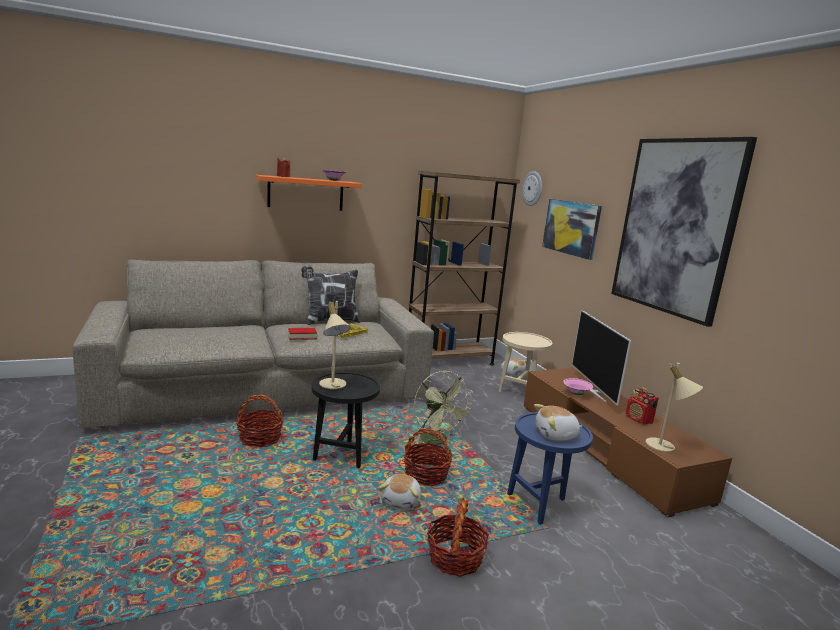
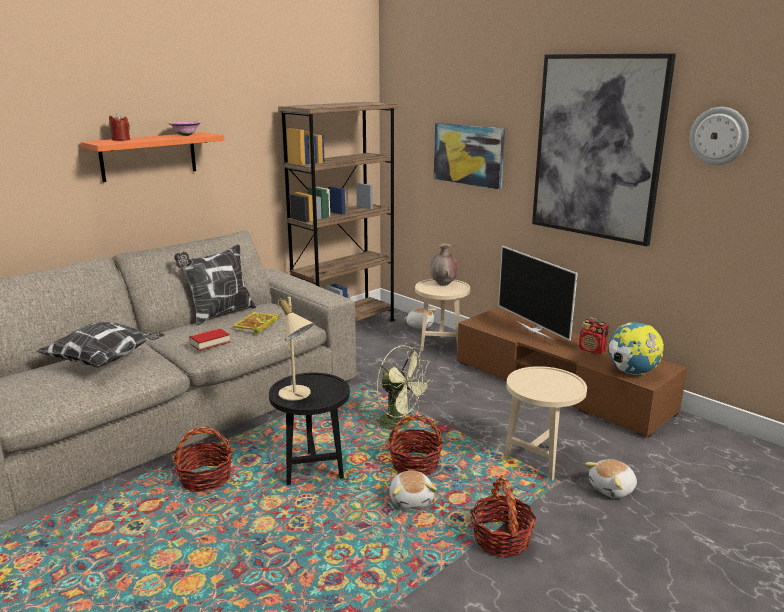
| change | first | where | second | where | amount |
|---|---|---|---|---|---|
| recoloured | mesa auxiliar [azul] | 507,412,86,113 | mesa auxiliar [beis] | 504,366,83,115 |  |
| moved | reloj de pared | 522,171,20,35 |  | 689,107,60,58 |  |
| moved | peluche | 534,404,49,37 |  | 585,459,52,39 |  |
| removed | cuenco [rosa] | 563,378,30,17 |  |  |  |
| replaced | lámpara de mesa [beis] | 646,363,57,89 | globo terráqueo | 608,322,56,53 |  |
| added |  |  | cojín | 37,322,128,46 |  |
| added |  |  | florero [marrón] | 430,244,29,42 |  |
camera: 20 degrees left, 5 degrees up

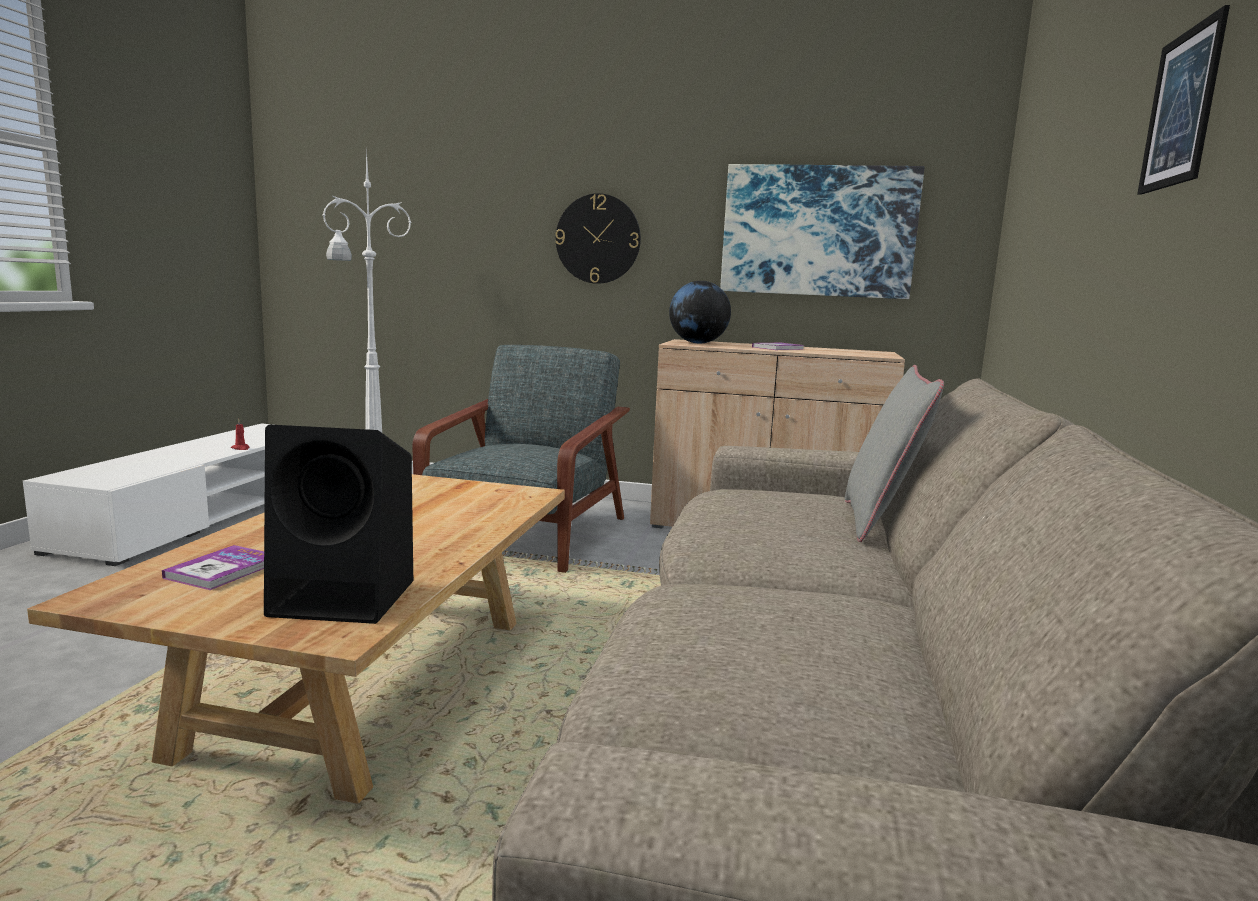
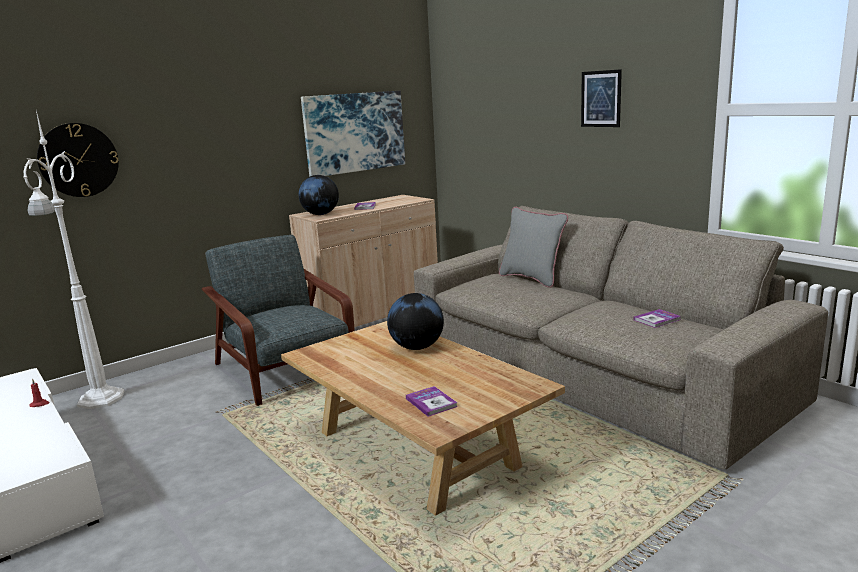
| change | first | where | second | where | amount |
|---|---|---|---|---|---|
| removed | altavoz [negro] | 264,425,149,199 |  |  |  |
| moved | reloj de pared | 555,193,86,91 |  | 37,123,82,74 |  |
| added |  |  | globo terráqueo | 387,293,57,57 |  |
| added |  |  | libro | 633,309,48,19 |  |
camera: 50 degrees left, 5 degrees up

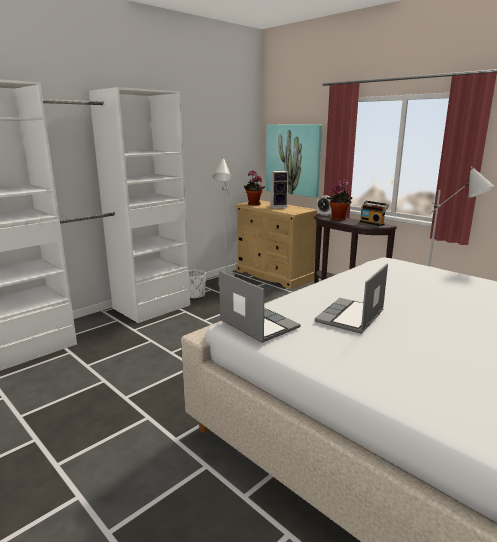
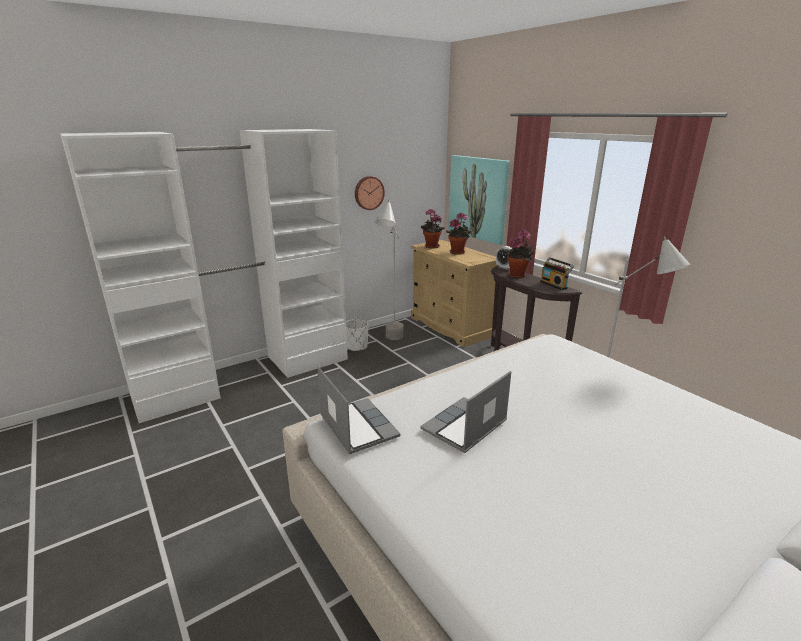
| change | first | where | second | where | amount |
|---|---|---|---|---|---|
| replaced | altavoz | 270,171,18,38 | planta en maceta | 446,213,25,42 |  |
| added |  |  | reloj de pared | 355,176,30,34 |  |
camera: 10 degrees right, 5 degrees up

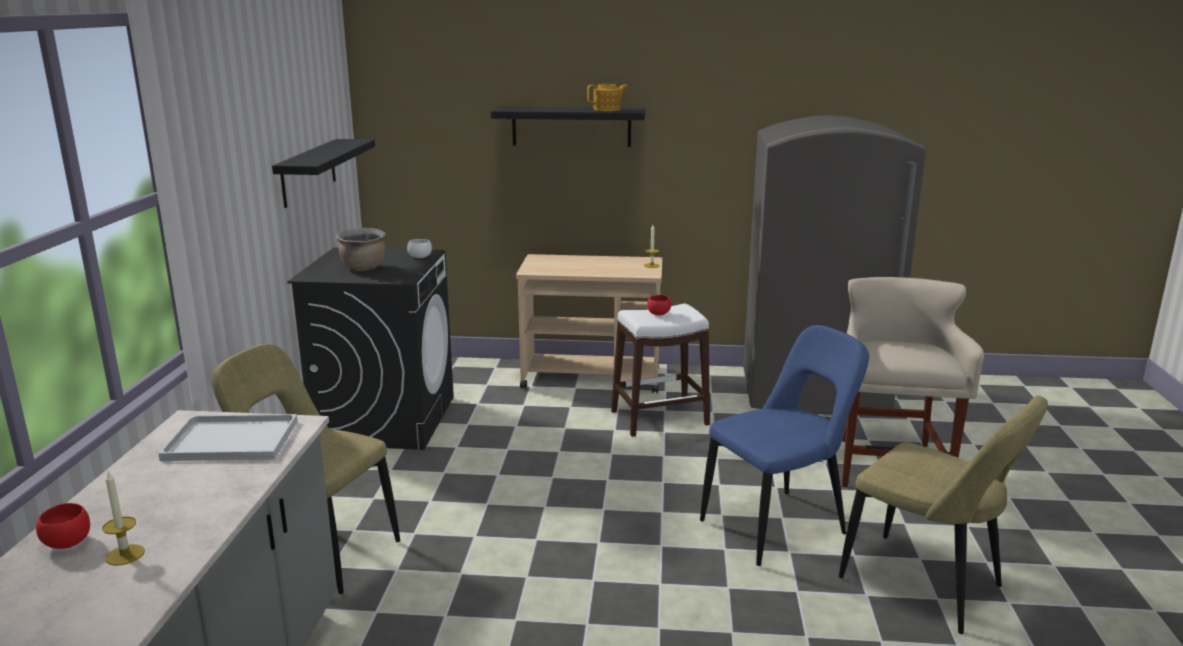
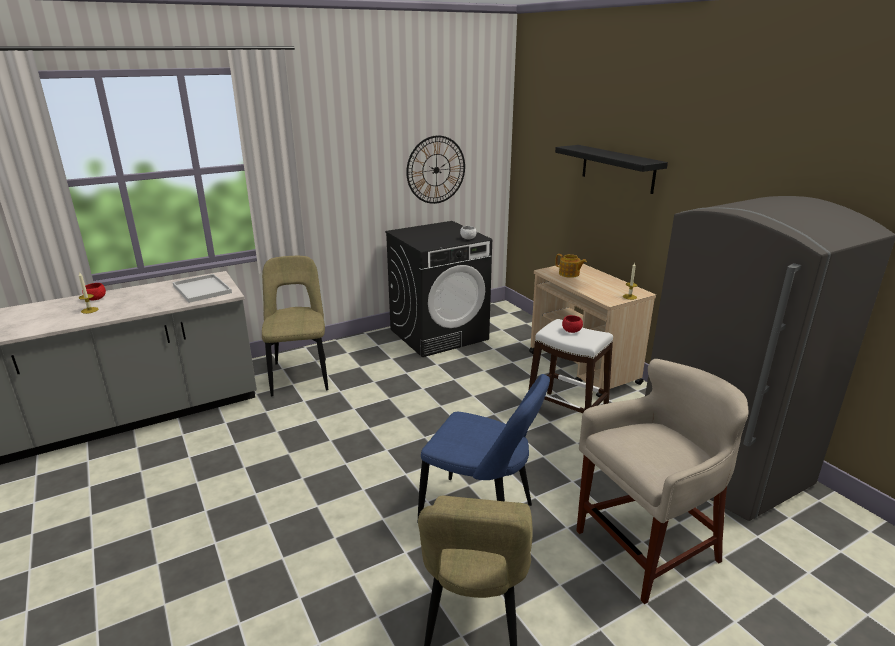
| change | first | where | second | where | amount |
|---|---|---|---|---|---|
| replaced | estante [negro] | 272,139,103,69 | reloj de pared | 406,135,59,69 |  |
| removed | olla [marrón] | 336,228,50,43 |  |  |  |
| moved | tetera | 587,84,41,27 |  | 555,254,32,24 |  |
camera: 55 degrees right, 5 degrees up

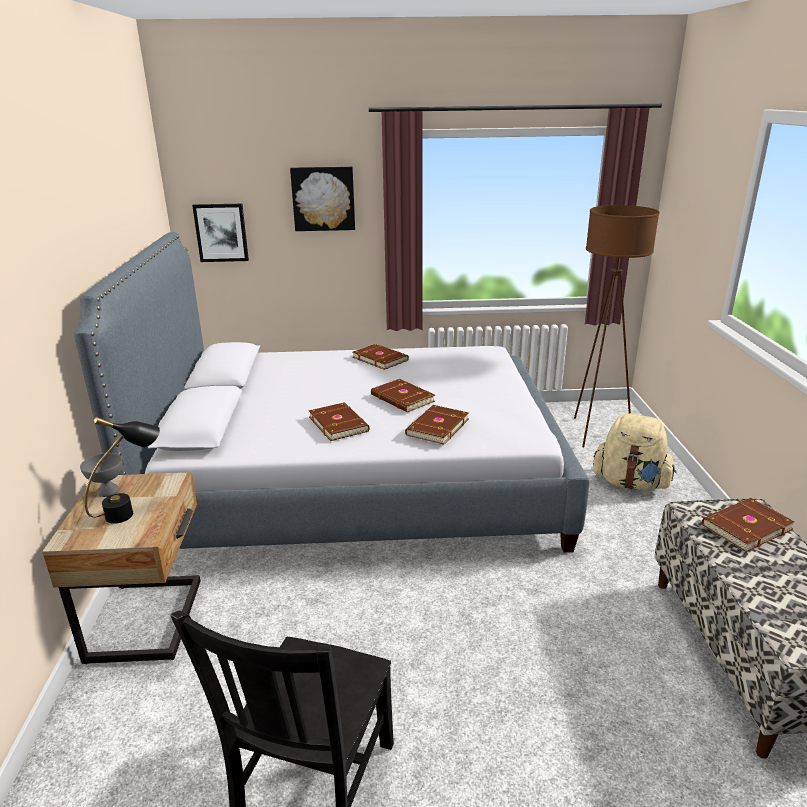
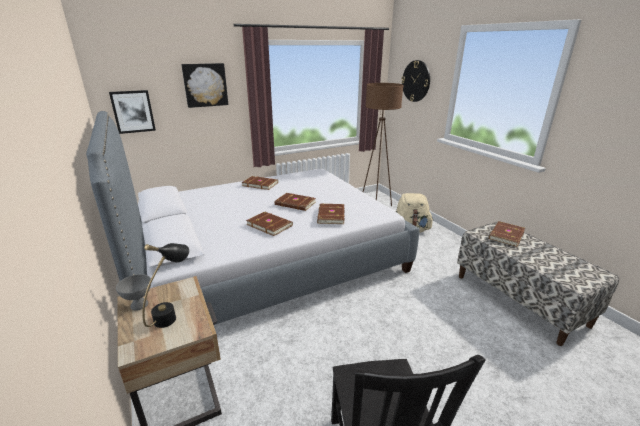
| change | first | where | second | where | amount |
|---|---|---|---|---|---|
| added |  |  | reloj de pared | 401,60,29,42 |  |
camera: 25 degrees left, 0 degrees up

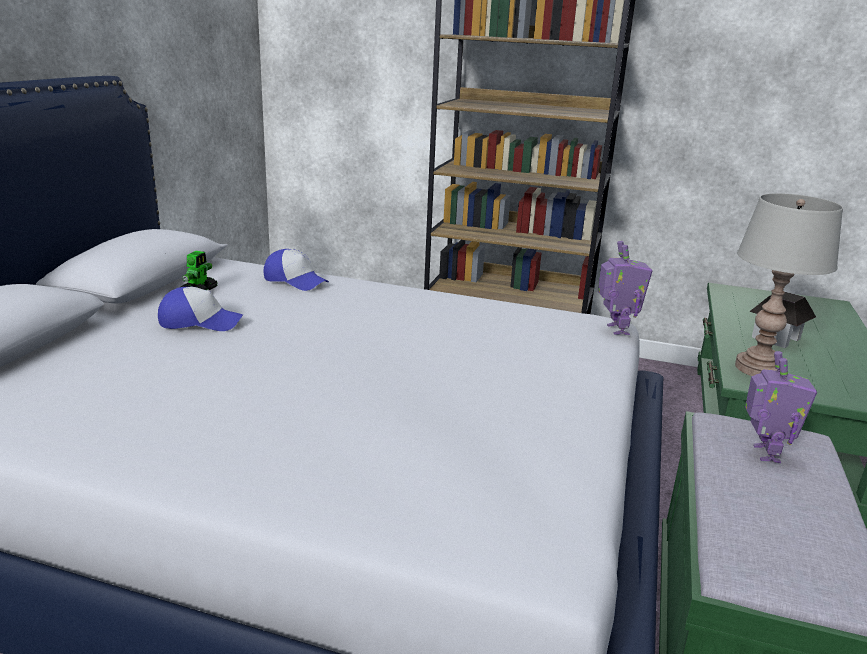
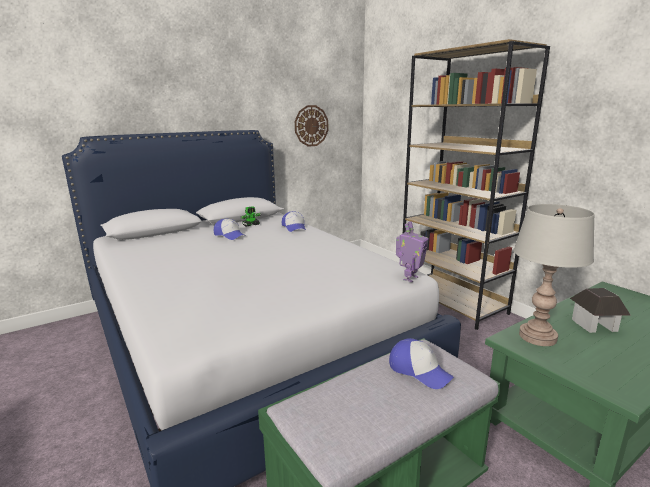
| change | first | where | second | where | amount |
|---|---|---|---|---|---|
| replaced | robot de juguete | 745,351,72,112 | gorra | 389,338,65,51 |  |
| added |  |  | reloj de pared | 295,105,33,42 |  |
camera: 40 degrees right, 5 degrees down

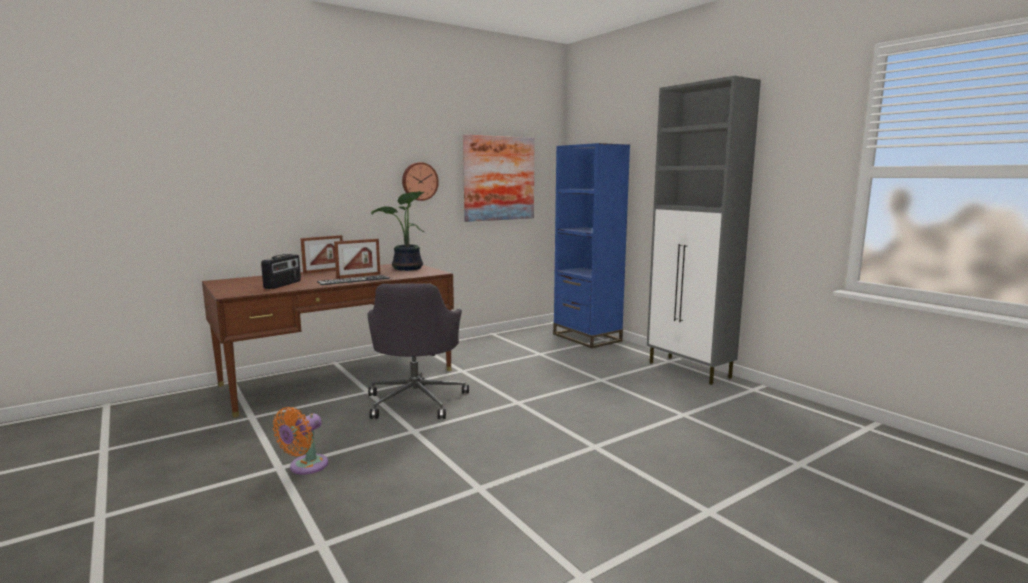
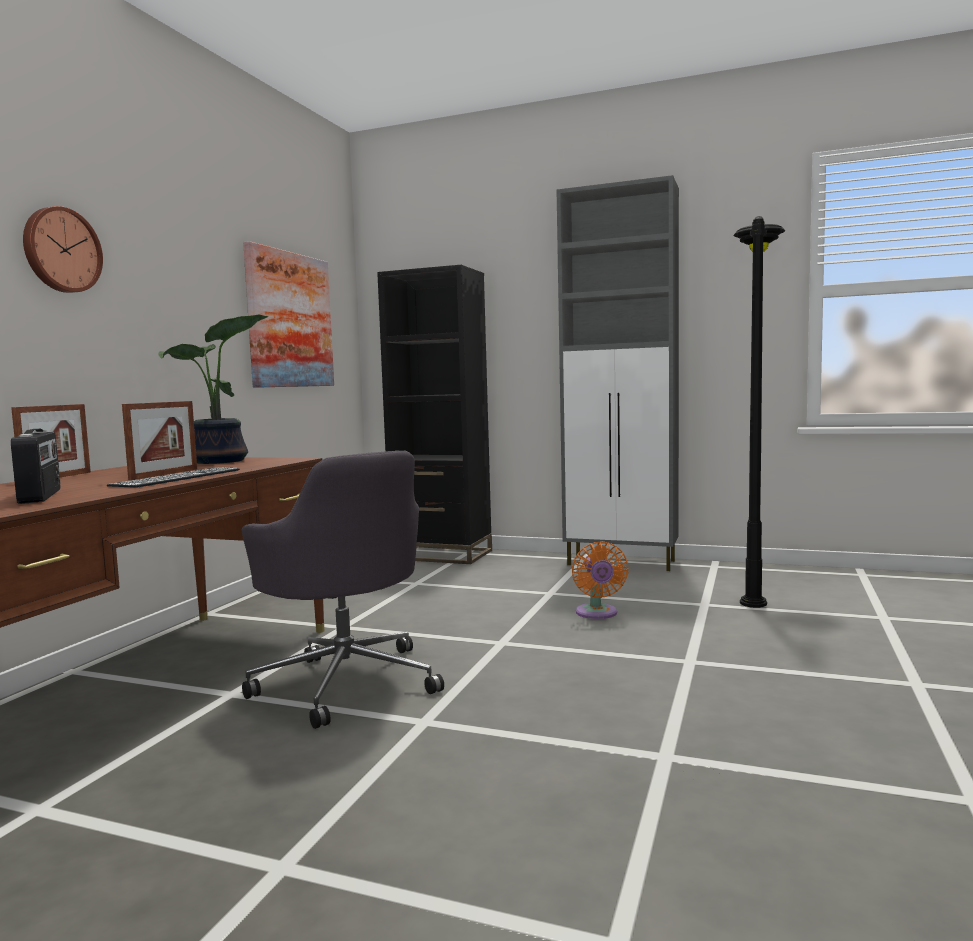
| change | first | where | second | where | amount |
|---|---|---|---|---|---|
| moved | ventilador [naranja] | 273,407,55,68 |  | 572,541,57,78 |  |
| moved | reloj de pared | 402,162,37,39 |  | 23,206,80,87 |  |
| recoloured | estantería [azul] | 553,143,77,205 | estantería [negro] | 377,265,115,299 |  |
| added |  |  | lámpara de pie [negro] | 733,216,52,392 |  |
camera: 35 degrees left, 5 degrees down

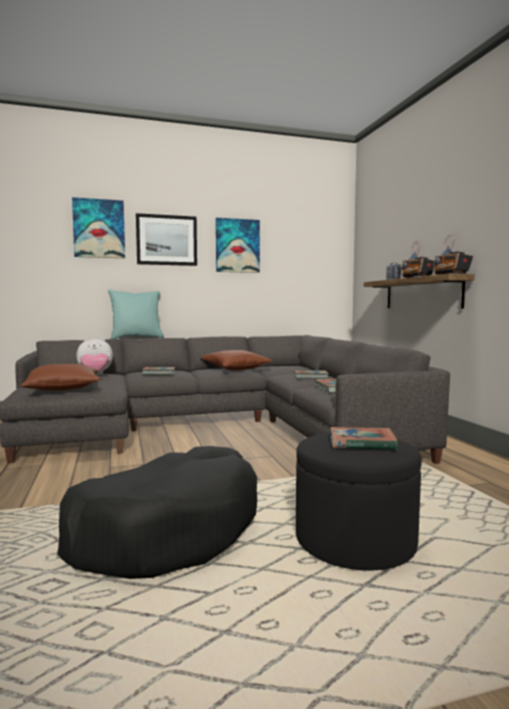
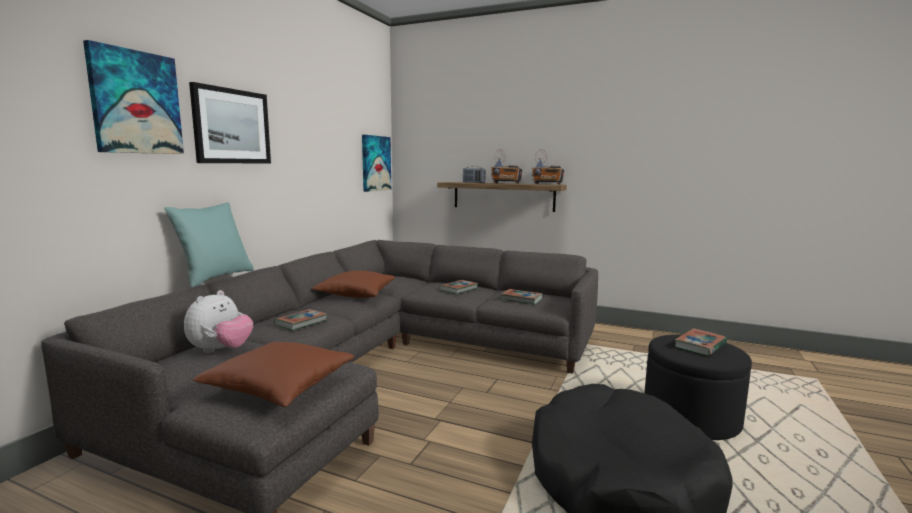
| change | first | where | second | where | amount |
|---|---|---|---|---|---|
| moved | cuadro | 216,218,44,55 |  | 362,135,29,57 |  |
camera: 50 degrees left, 5 degrees up

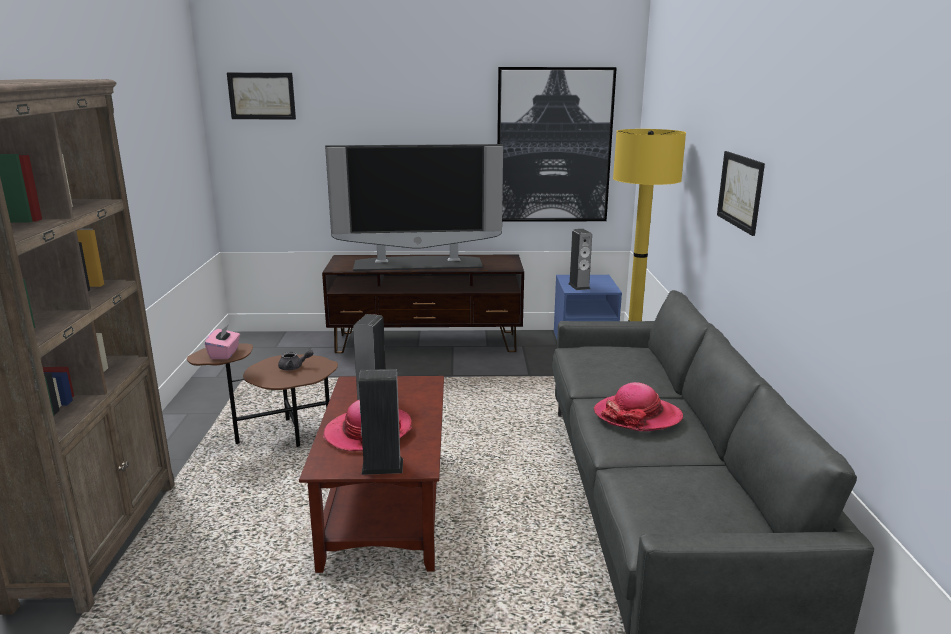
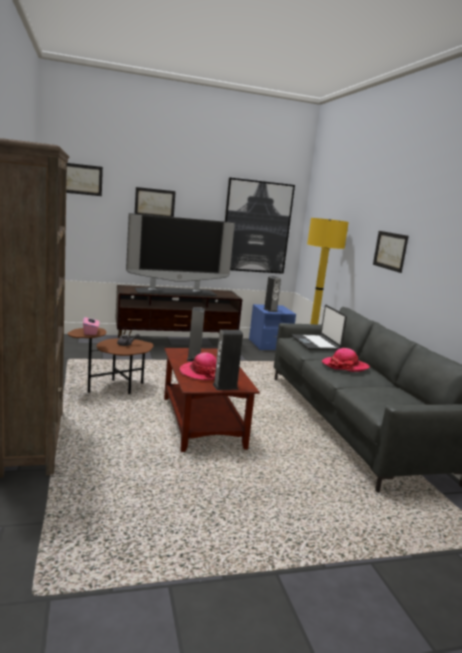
| change | first | where | second | where | amount |
|---|---|---|---|---|---|
| added |  |  | cuadro | 135,187,41,30 |  |
| added |  |  | portátil | 292,305,55,45 |  |
camera: 15 degrees left, 5 degrees down

